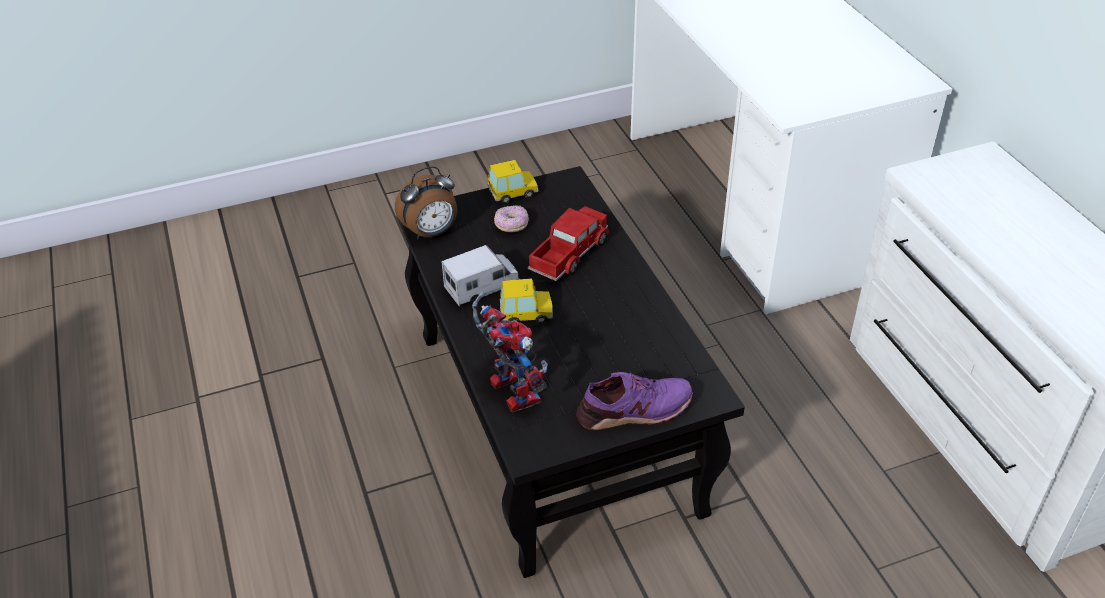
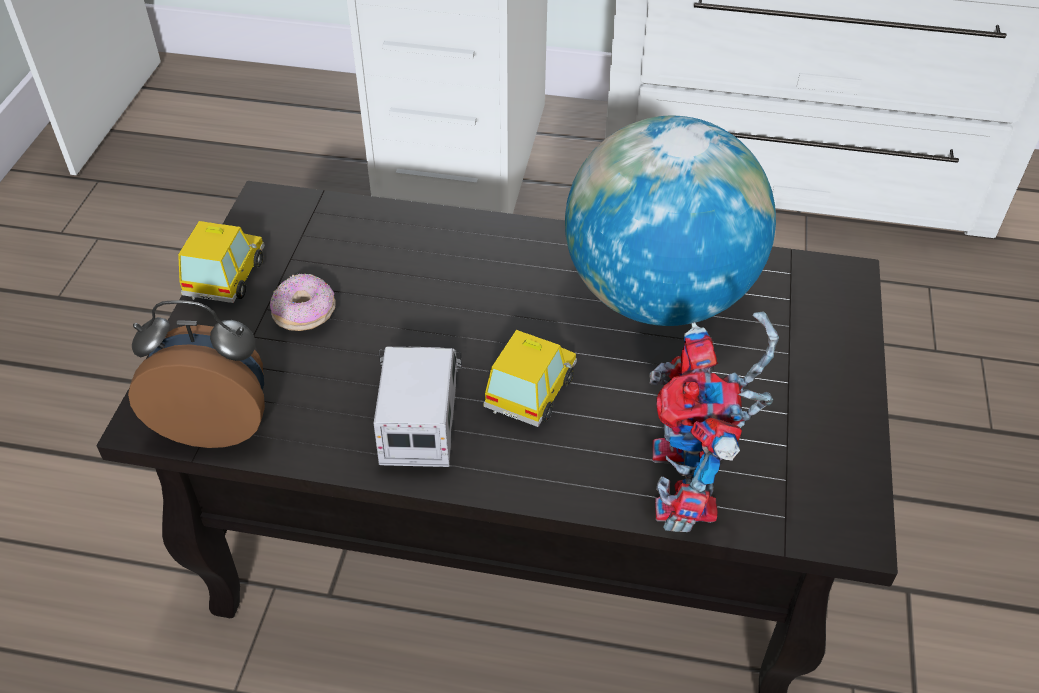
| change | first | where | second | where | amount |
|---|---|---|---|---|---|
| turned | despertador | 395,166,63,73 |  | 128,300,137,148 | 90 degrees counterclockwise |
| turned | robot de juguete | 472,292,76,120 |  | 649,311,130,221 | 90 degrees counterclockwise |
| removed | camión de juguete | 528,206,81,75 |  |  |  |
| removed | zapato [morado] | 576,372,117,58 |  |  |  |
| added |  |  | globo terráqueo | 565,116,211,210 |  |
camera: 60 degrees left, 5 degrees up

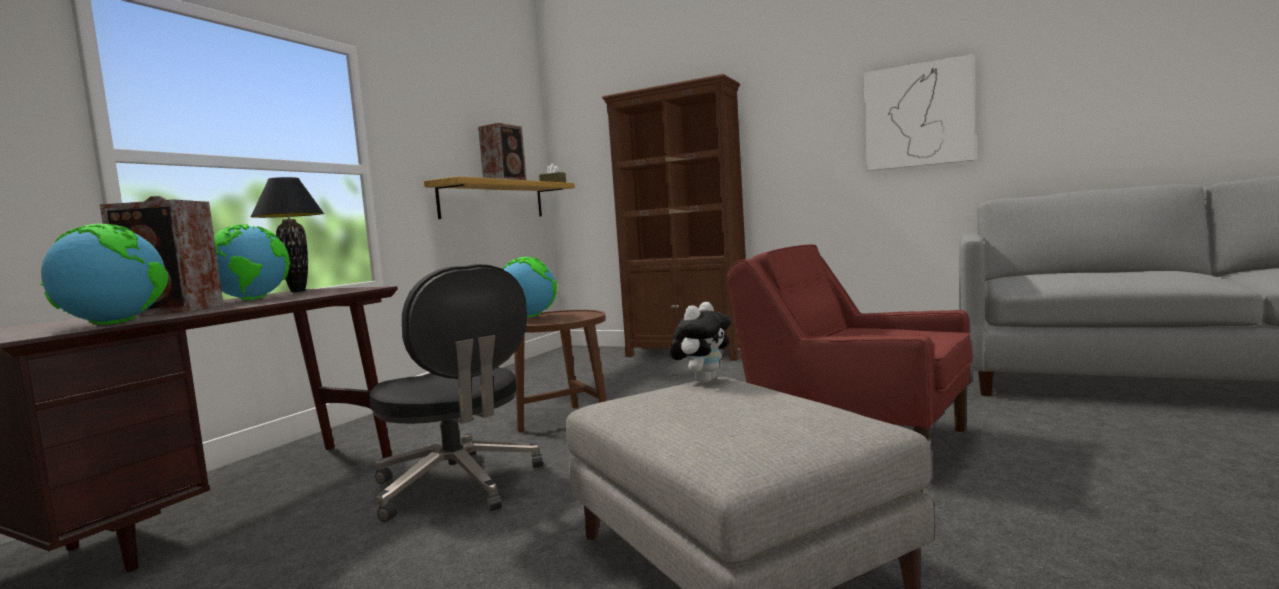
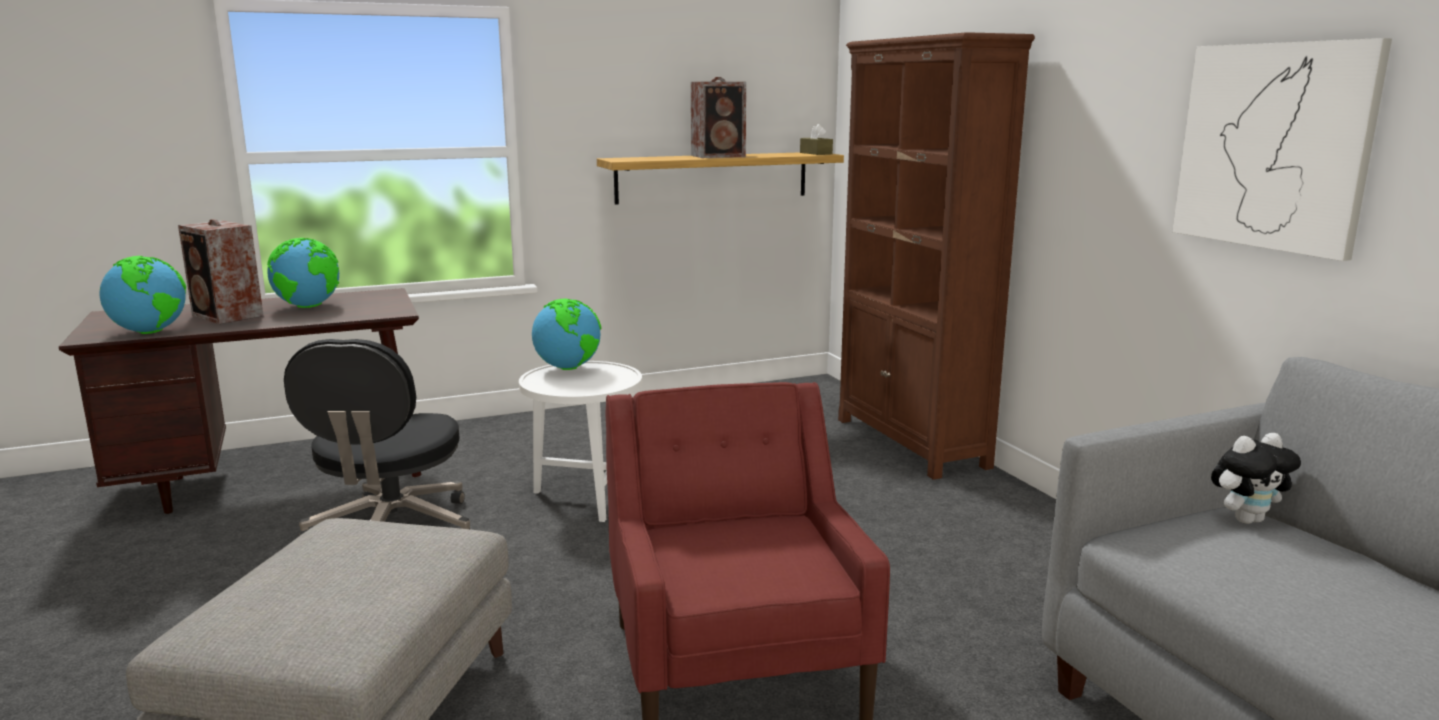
| change | first | where | second | where | amount |
|---|---|---|---|---|---|
| removed | lámpara de mesa [negro] | 250,177,74,115 |  |  |  |
| recoloured | mesa auxiliar [marrón] | 514,310,93,123 | mesa auxiliar [blanco] | 519,361,123,161 |  |
| moved | peluche | 670,302,61,81 |  | 1211,433,90,91 |  |
camera: 40 degrees right, 10 degrees up

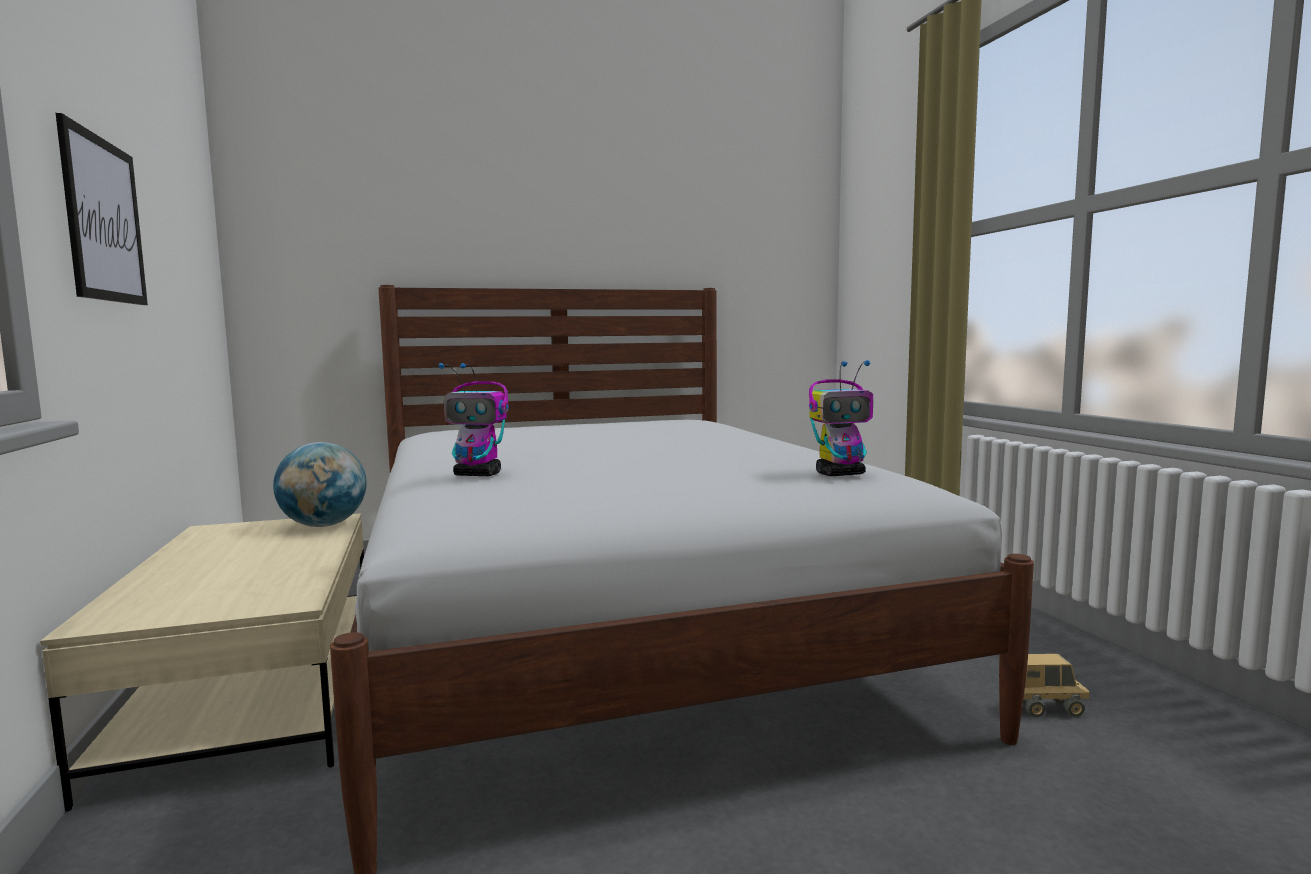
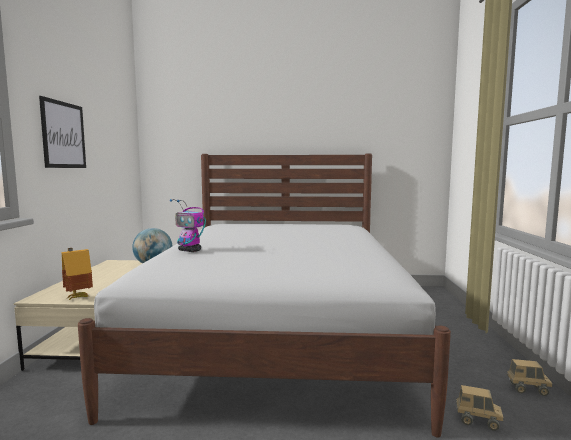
| change | first | where | second | where | amount |
|---|---|---|---|---|---|
| removed | robot de juguete | 809,360,64,116 |  |  |  |
| added |  |  | casita | 62,248,31,53 |  |
| added |  |  | camión de juguete | 507,359,46,37 |  |
camera: 20 degrees right, 0 degrees up

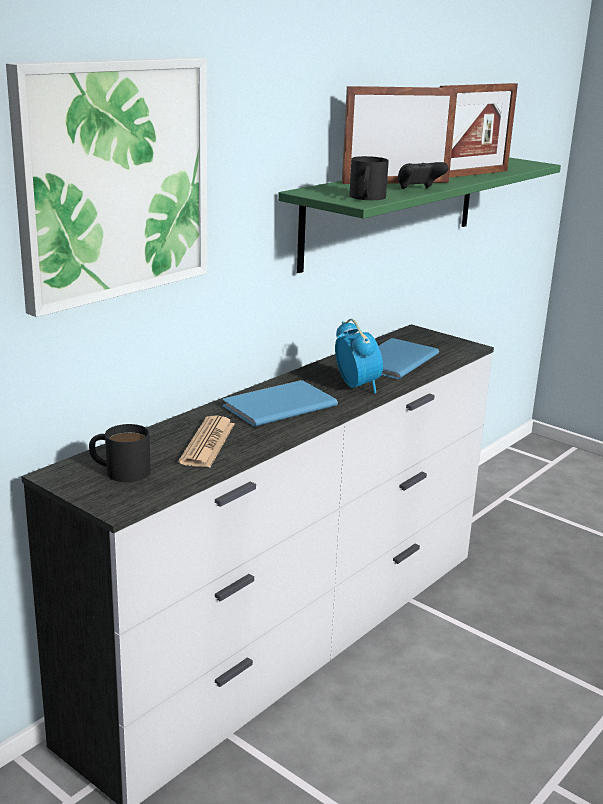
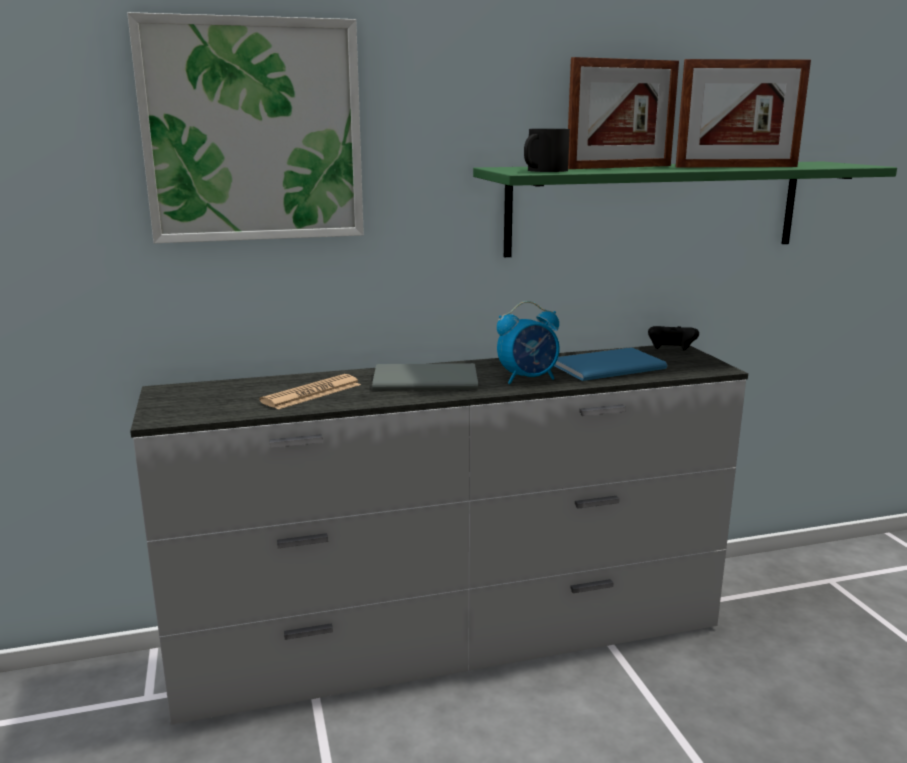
| change | first | where | second | where | amount |
|---|---|---|---|---|---|
| removed | taza grande [negro] | 89,424,62,58 |  |  |  |
| recoloured | libro [azul] | 223,380,115,47 | libro [gris] | 372,363,106,27 |  |
| turned | despertador | 335,319,48,75 |  | 497,301,63,83 | 60 degrees clockwise |
| turned | portarretratos | 342,86,116,98 |  | 568,57,111,112 | 135 degrees clockwise |
| moved | mando de consola [negro] | 398,162,50,27 |  | 648,326,51,24 |  |
camera: 35 degrees right, 5 degrees down

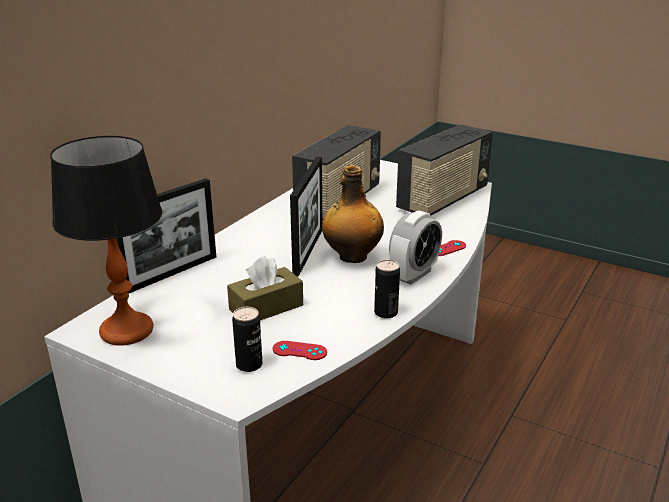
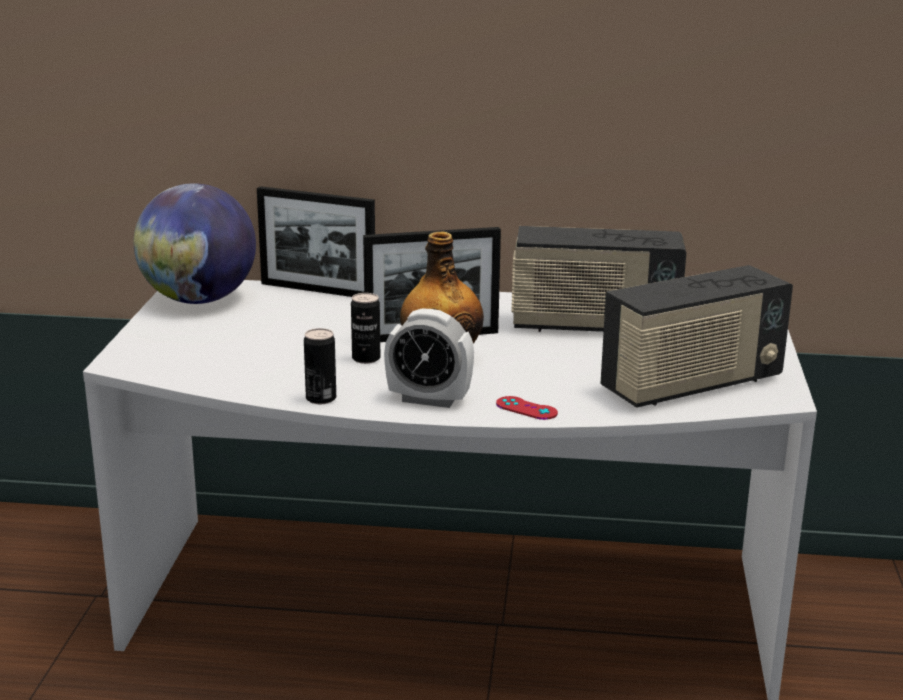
| change | first | where | second | where | amount |
|---|---|---|---|---|---|
| replaced | lámpara de mesa | 50,136,112,210 | globo terráqueo | 134,183,122,121 |  |
| removed | caja de pañuelos [marrón] | 227,256,76,65 |  |  |  |
| moved | lata | 232,307,31,65 |  | 351,293,29,71 |  |
| removed | mando de consola [rojo] | 272,341,55,19 |  |  |  |
| turned | radio | 396,124,97,92 |  | 600,265,193,143 | 45 degrees counterclockwise |
camera: 65 degrees right, 5 degrees down

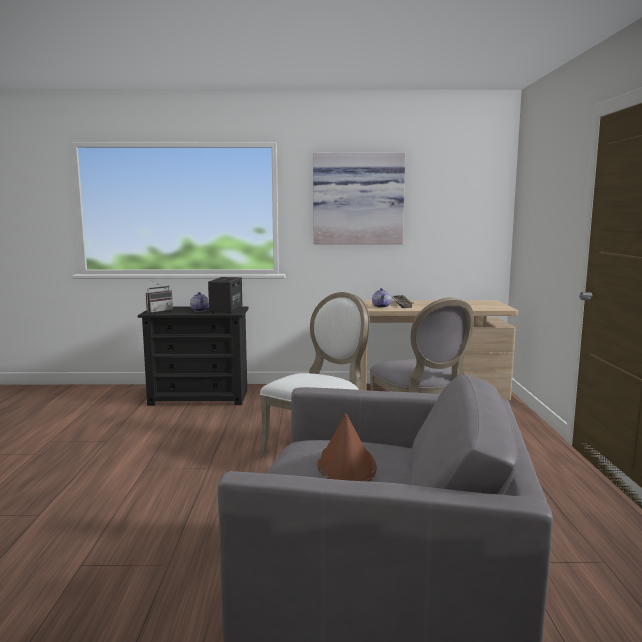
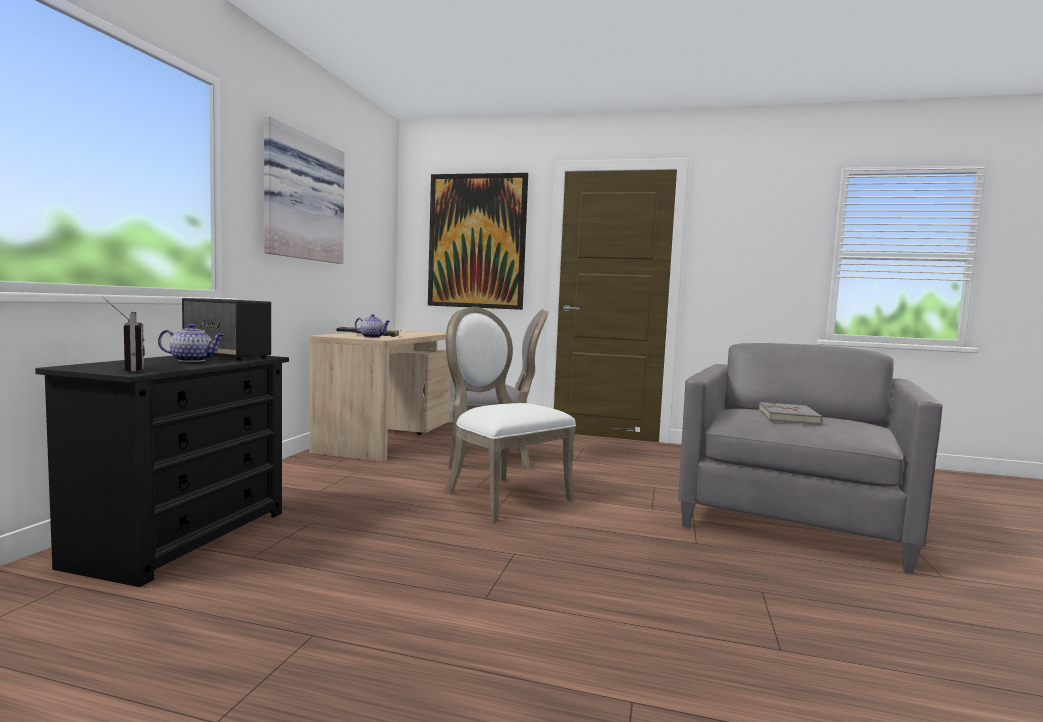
| change | first | where | second | where | amount |
|---|---|---|---|---|---|
| replaced | sombrero [marrón] | 318,414,59,68 | libro [gris] | 759,402,63,23 |  |
| added |  |  | cuadro | 428,173,100,137 |  |
camera: 75 degrees left, 5 degrees down

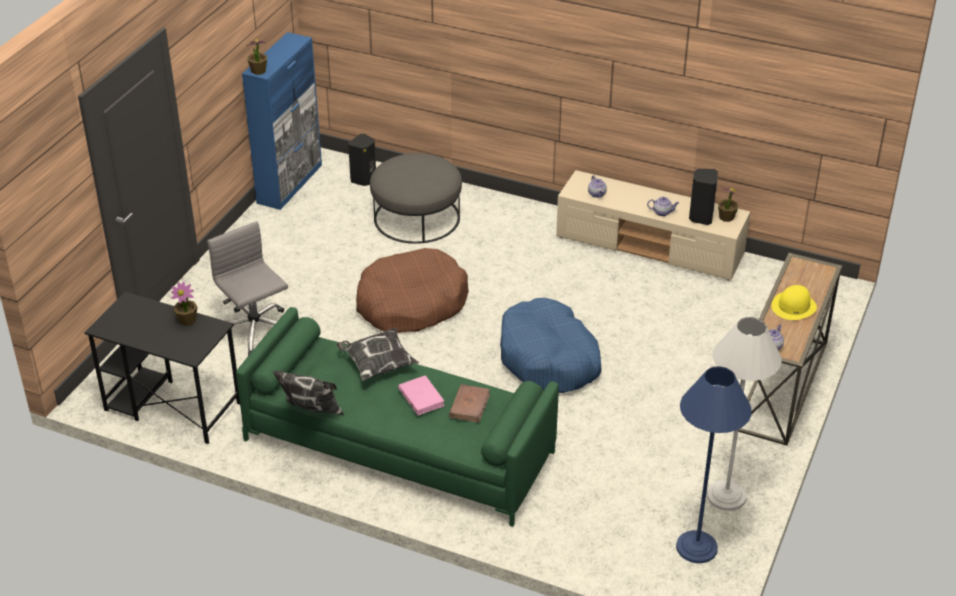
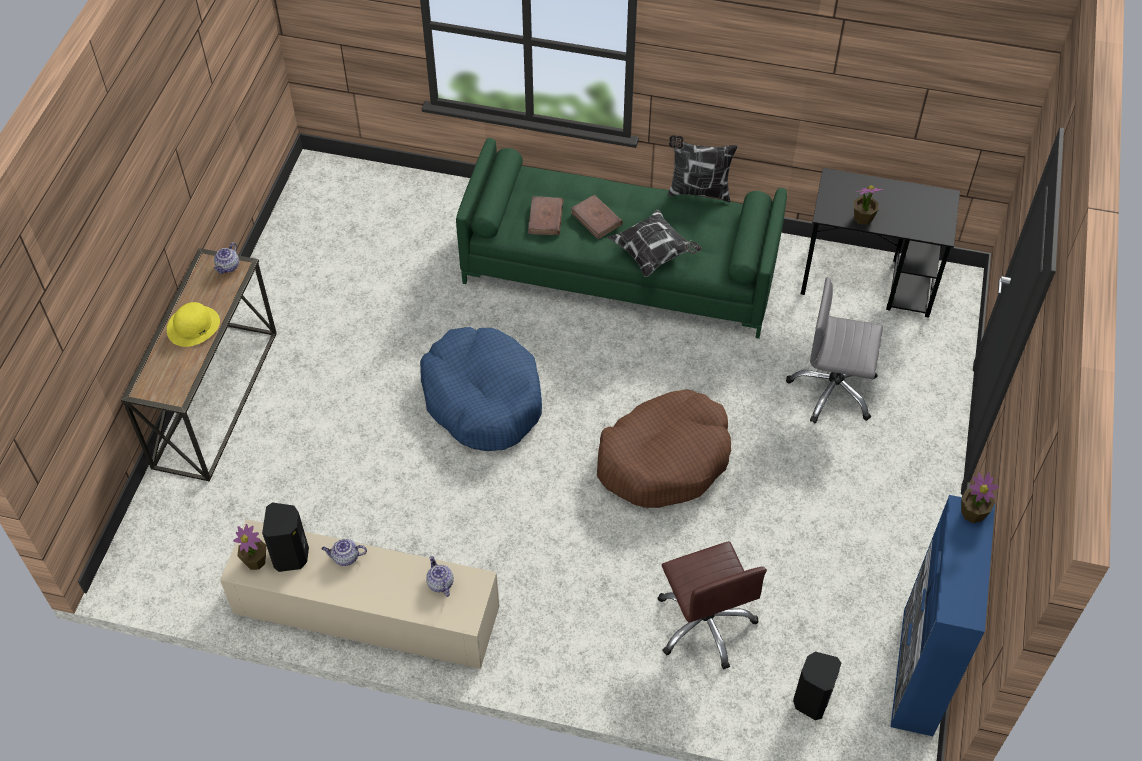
| change | first | where | second | where | amount |
|---|---|---|---|---|---|
| turned | silla de oficina [gris] | 207,221,81,135 |  | 786,277,97,146 | 150 degrees clockwise |
| replaced | puf [gris] | 370,153,92,91 | silla de oficina [marrón] | 657,541,110,128 |  |
| recoloured | libro [rosa] | 398,375,47,40 | libro [marrón] | 571,195,52,44 |  |
| removed | lámpara de pie [azul] | 676,367,76,196 |  |  |  |
| removed | lámpara de pie [blanco] | 707,317,75,194 |  |  |  |
camera: 170 degrees right, 15 degrees up

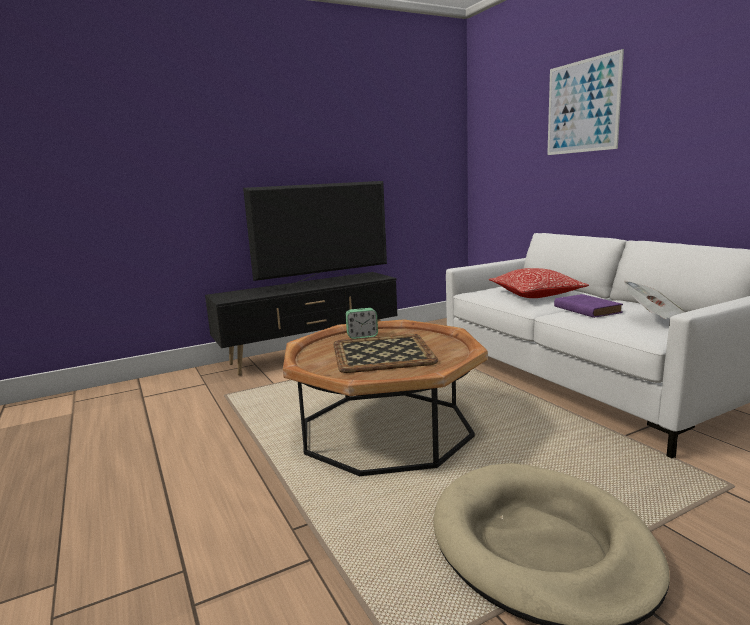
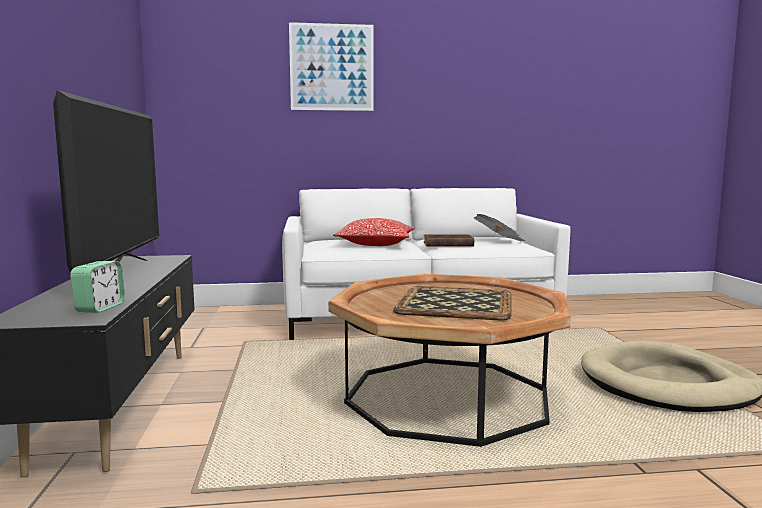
| change | first | where | second | where | amount |
|---|---|---|---|---|---|
| moved | despertador | 346,308,32,31 |  | 70,261,55,52 |  |
| recoloured | libro [morado] | 554,294,69,24 | libro [marrón] | 424,234,50,13 |  |
camera: 70 degrees left, 5 degrees down

